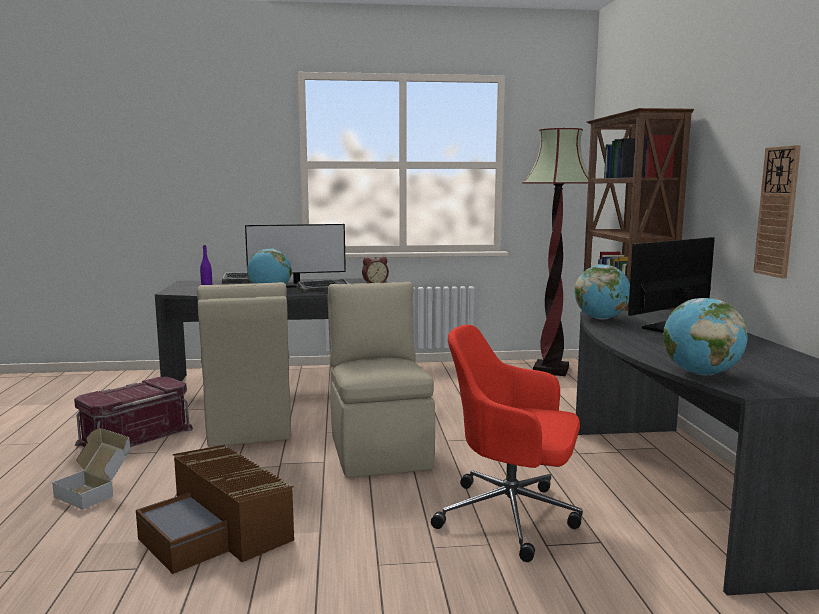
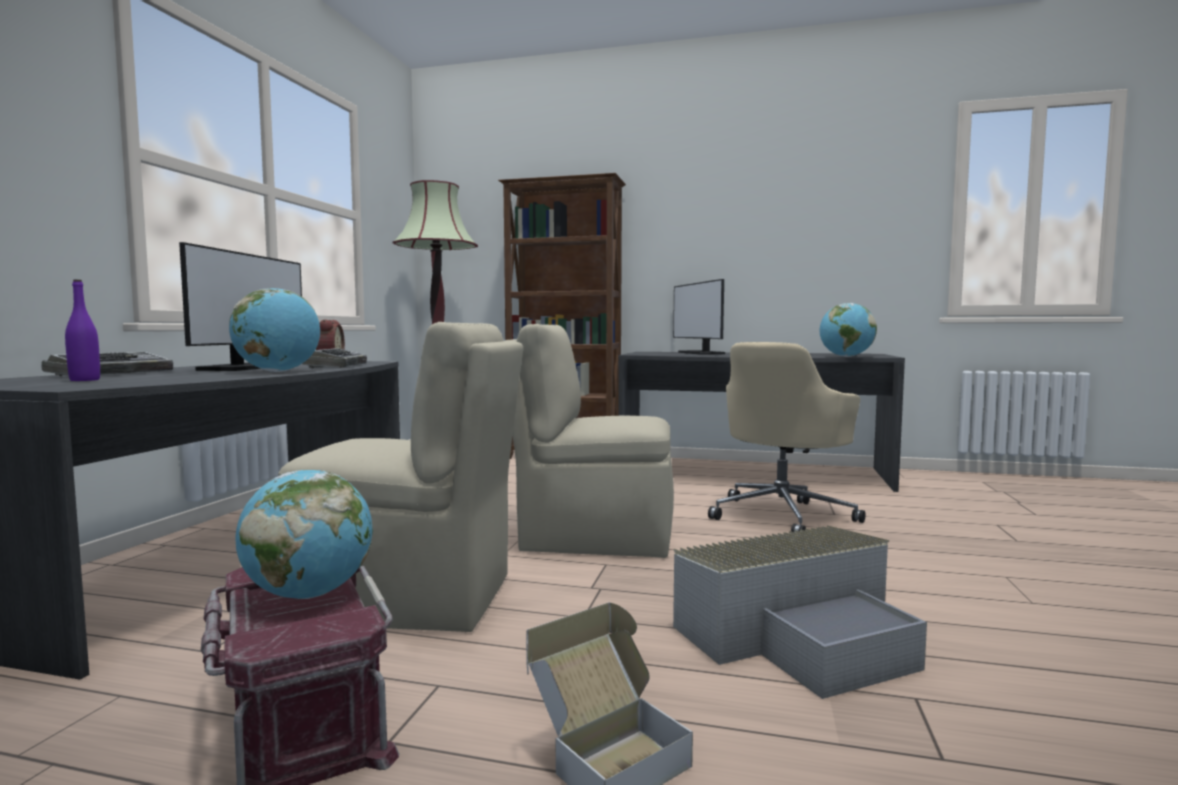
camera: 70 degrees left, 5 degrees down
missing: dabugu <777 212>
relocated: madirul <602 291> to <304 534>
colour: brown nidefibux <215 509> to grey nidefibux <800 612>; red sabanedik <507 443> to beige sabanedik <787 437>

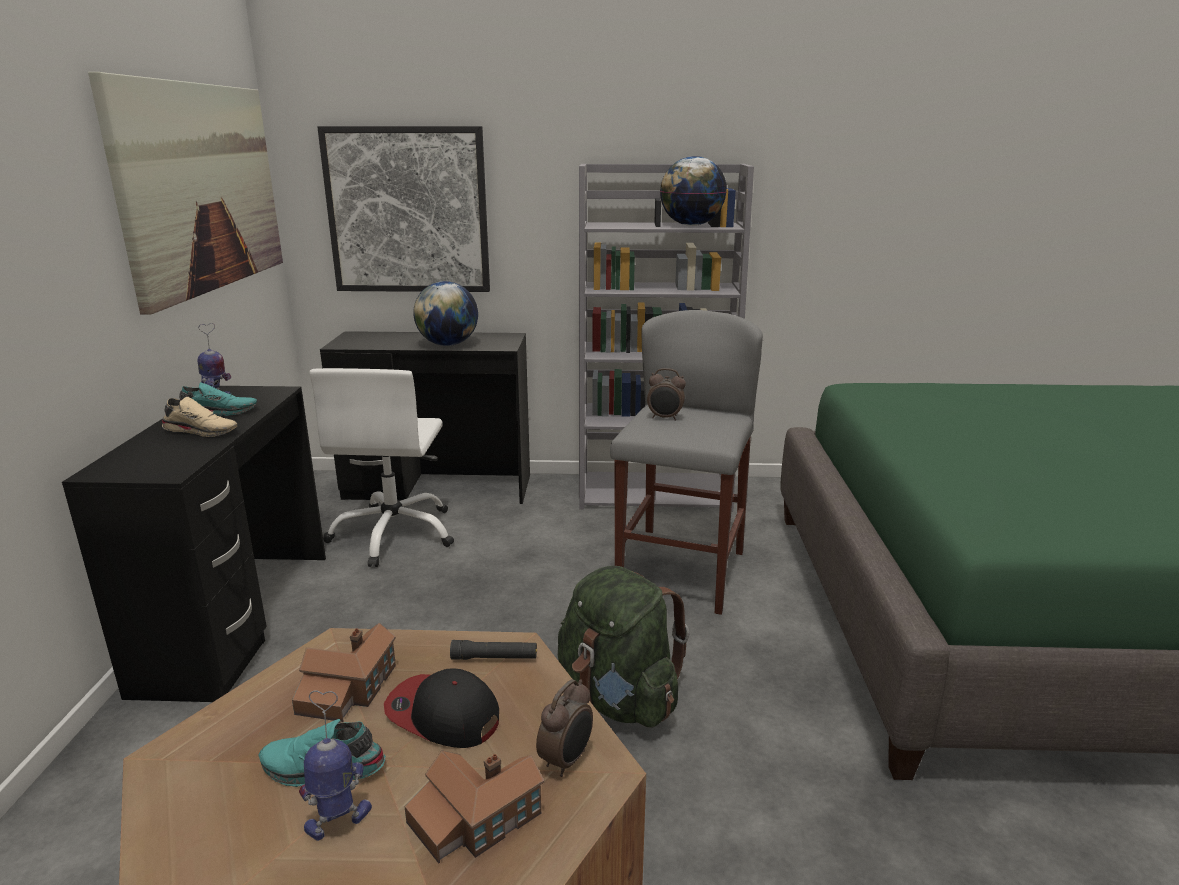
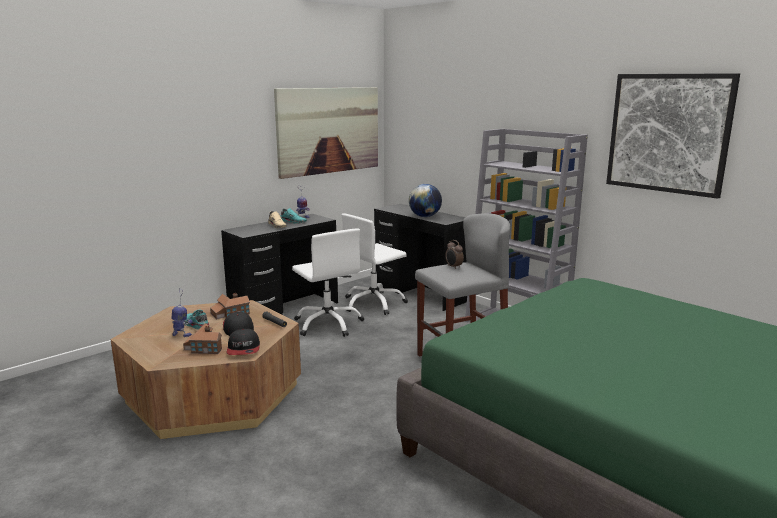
camera: 45 degrees right, 5 degrees down
missing: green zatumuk <623 647>; madirul <693 191>
appeared: white sabanedik <328 282>
relocated: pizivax <403 209> to <673 136>
exchanged: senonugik <564 728> to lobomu <243 342>

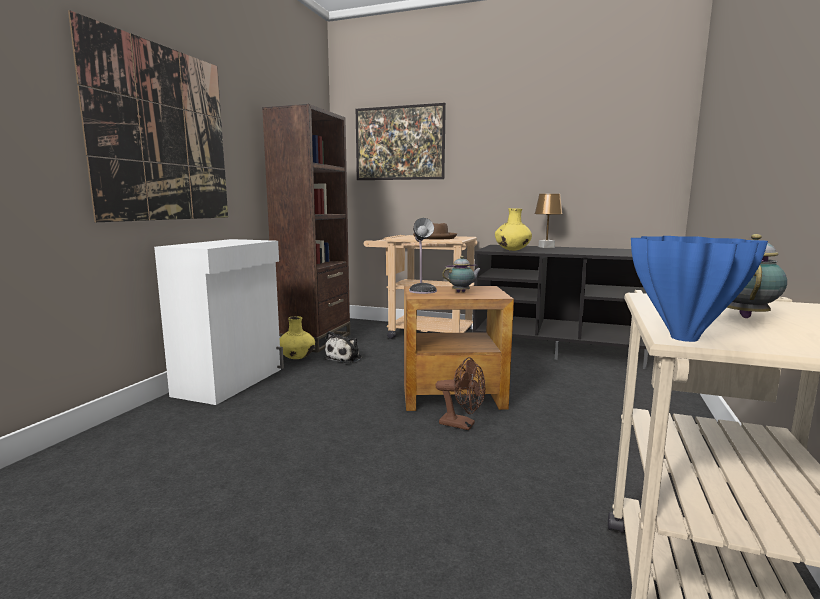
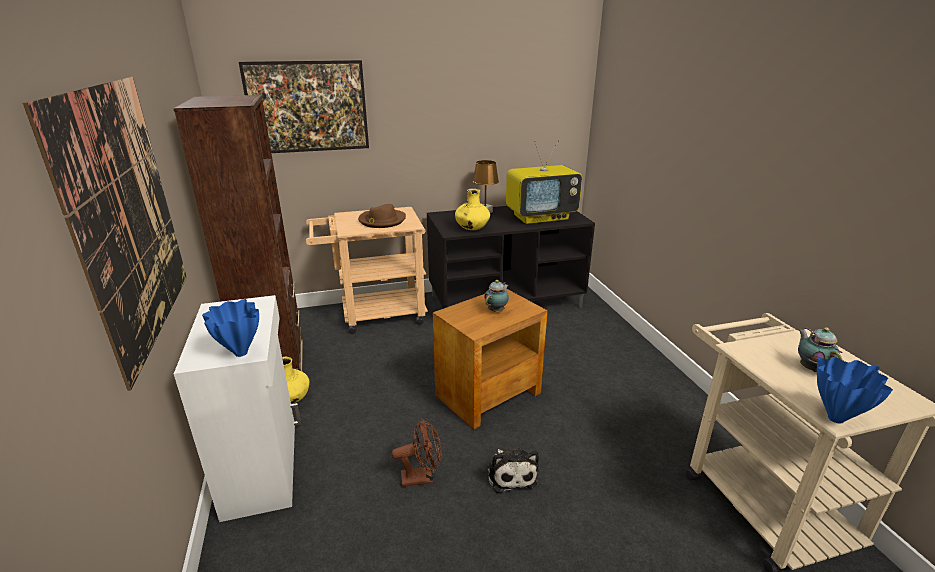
camera: 35 degrees left, 15 degrees up
missing: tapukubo <423 256>
appeared: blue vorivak <230 328>; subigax <544 182>
relocated: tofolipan <343 347> to <513 470>; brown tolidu <460 393> to <417 452>

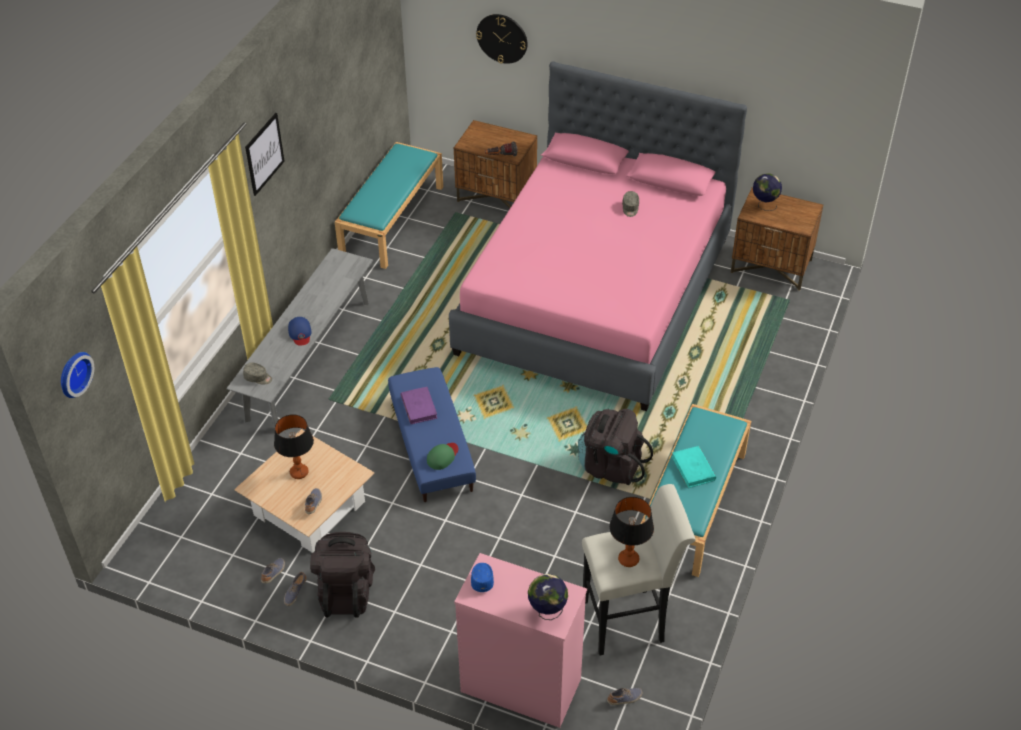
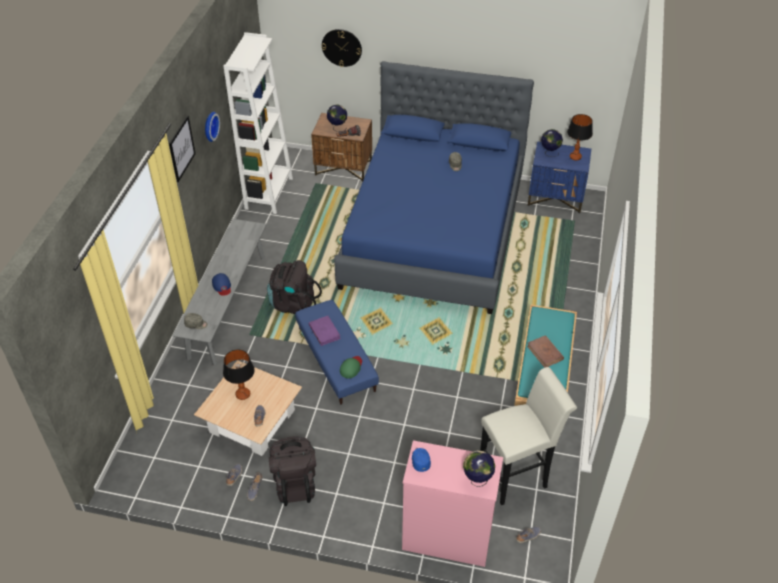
camera: 10 degrees left, 0 degrees up
appeared: madirul <337 118>
relocated: dabugu <77 375> to <212 127>; black zatumuk <615 447> to <294 287>; tapukubo <631 532> to <580 137>
exchanged: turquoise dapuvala <389 205> to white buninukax <258 123>
colour: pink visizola <598 236> to blue visizola <434 187>; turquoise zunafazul <694 467> to brown zunafazul <545 351>; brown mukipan <777 239> to blue mukipan <559 177>

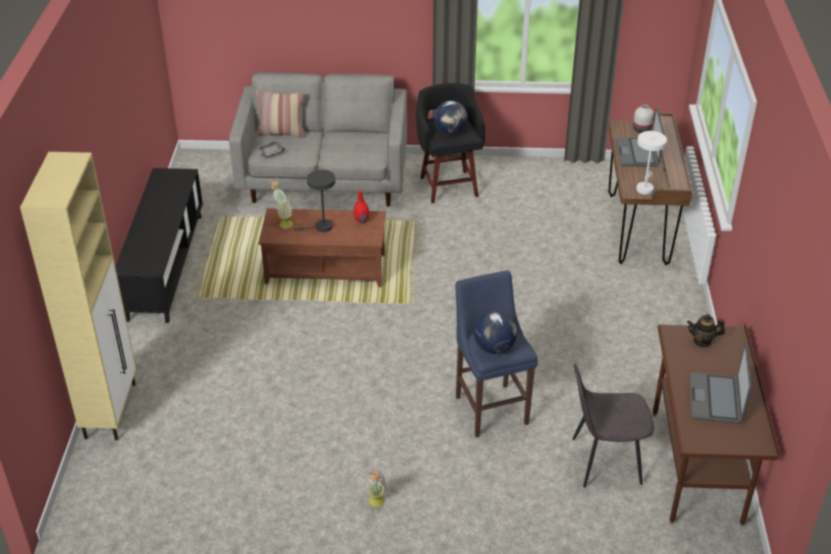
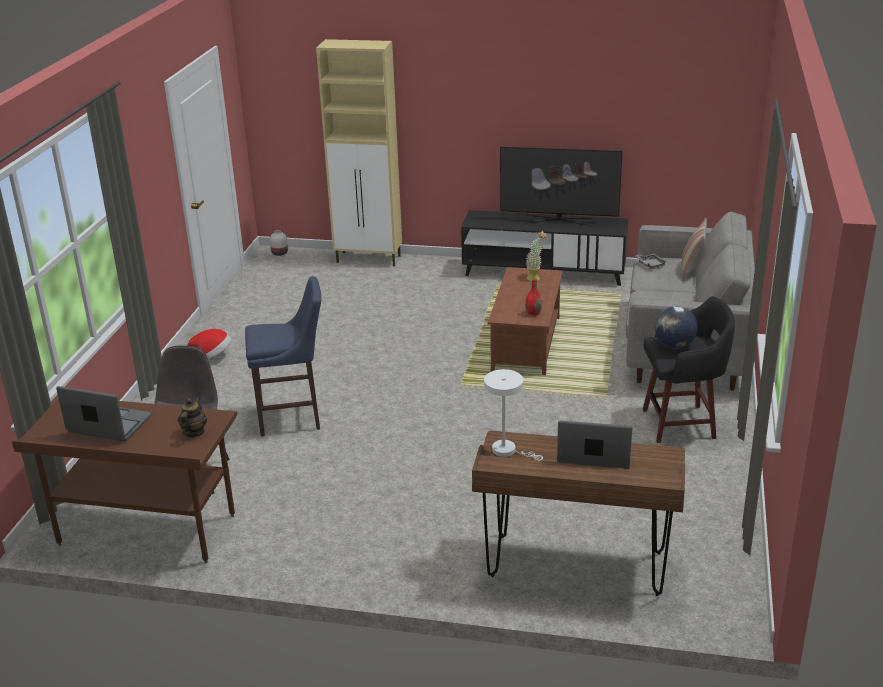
camera: 100 degrees right, 10 degrees down
missing: grey tapukubo <314 201>; madirul <495 332>
appeared: subigax <561 187>
relocated: white vorivak <643 119> to <279 243>
exchanged: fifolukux <376 488> to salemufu <209 344>

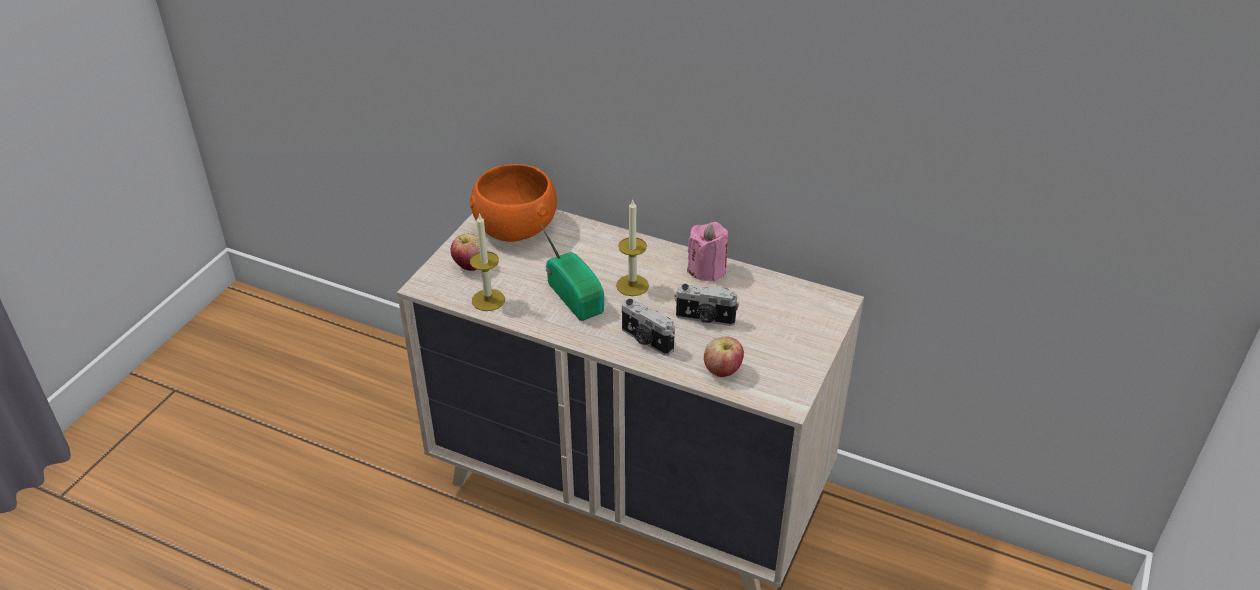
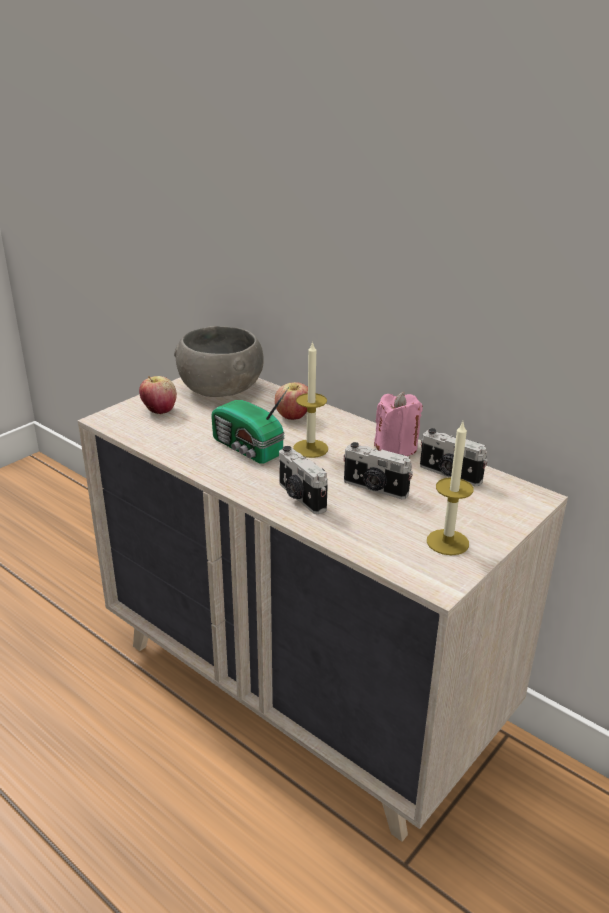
camera: 15 degrees right, 10 degrees down
appeared: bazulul <454 457>
relocated: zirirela <487 262> to <450 488>; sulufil <724 356> to <291 401>
colour: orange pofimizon <513 203> to grey pofimizon <219 361>
spun: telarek <572 273> = <250 425> 150 degrees clockwise

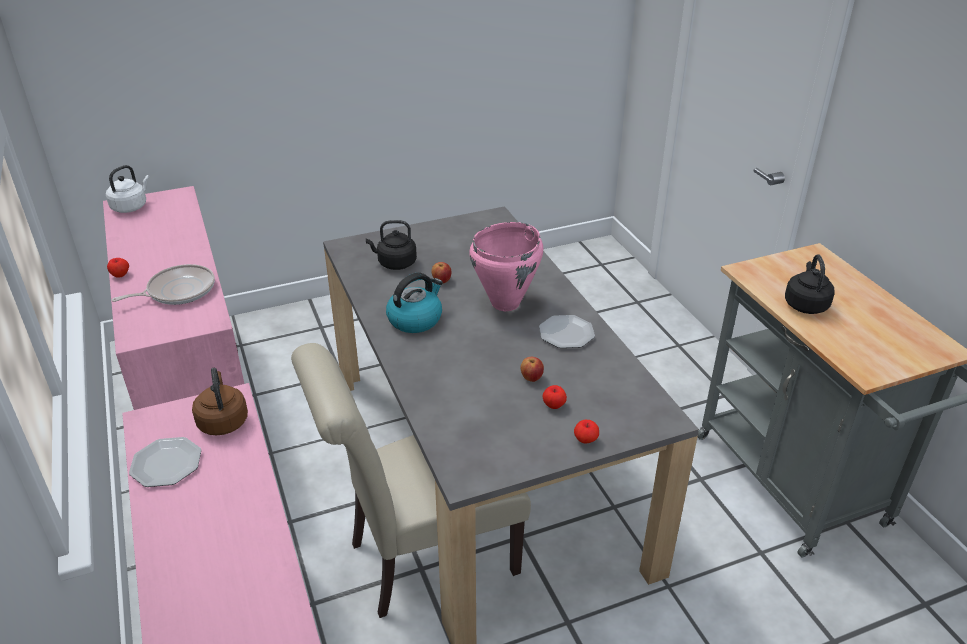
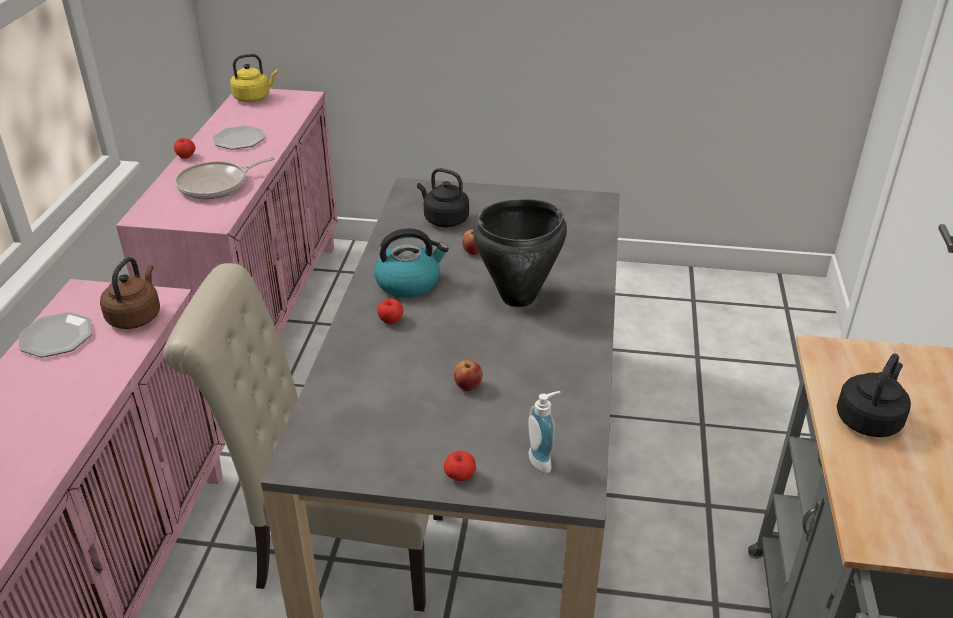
camera: 30 degrees right, 0 degrees up
appeared: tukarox <544 432>
relocated: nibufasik <567 331> to <239 138>; sulufil <555 397> to <390 311>
colour: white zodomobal <127 189> to yellow zodomobal <254 78>; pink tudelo <506 266> to black tudelo <520 253>
spun: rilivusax <163 284> = <225 178> 150 degrees clockwise

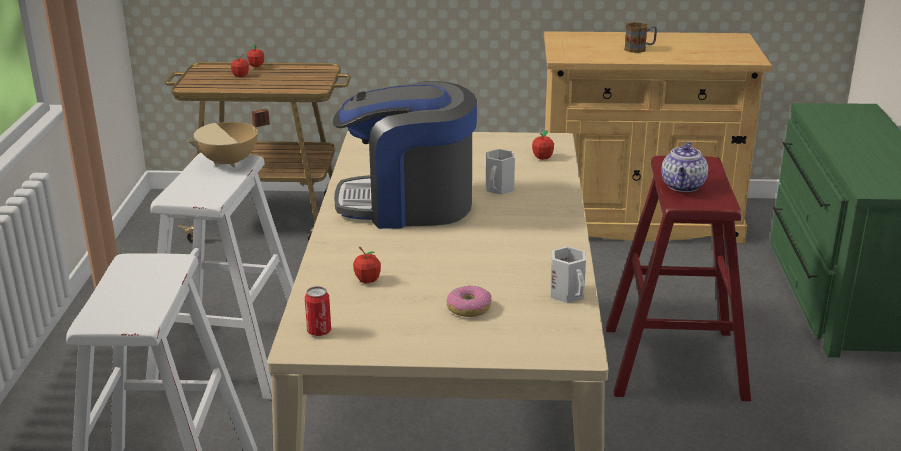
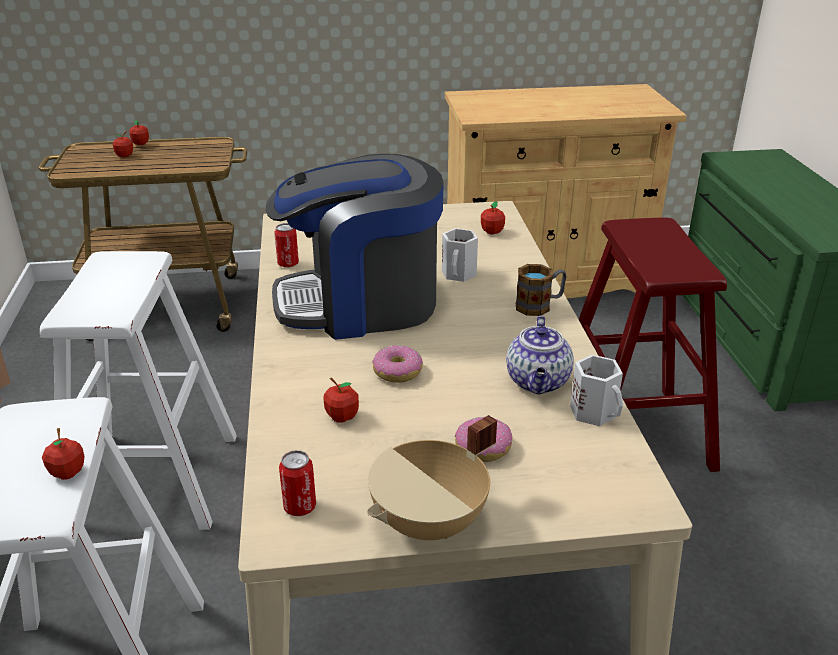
camera: 10 degrees left, 5 degrees up
appeared: sulufil <63 454>; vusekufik <286 245>; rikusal <397 364>
relocated: beige tudelo <228 138> to <432 477>; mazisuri <640 37> to <541 290>; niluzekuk <684 167> to <540 355>

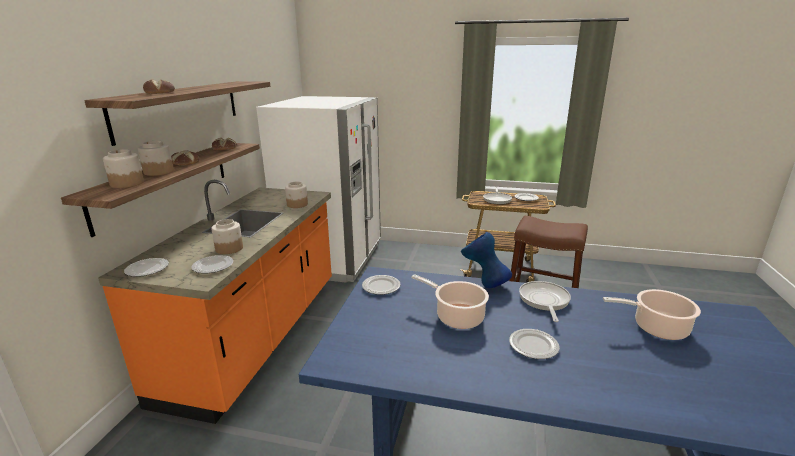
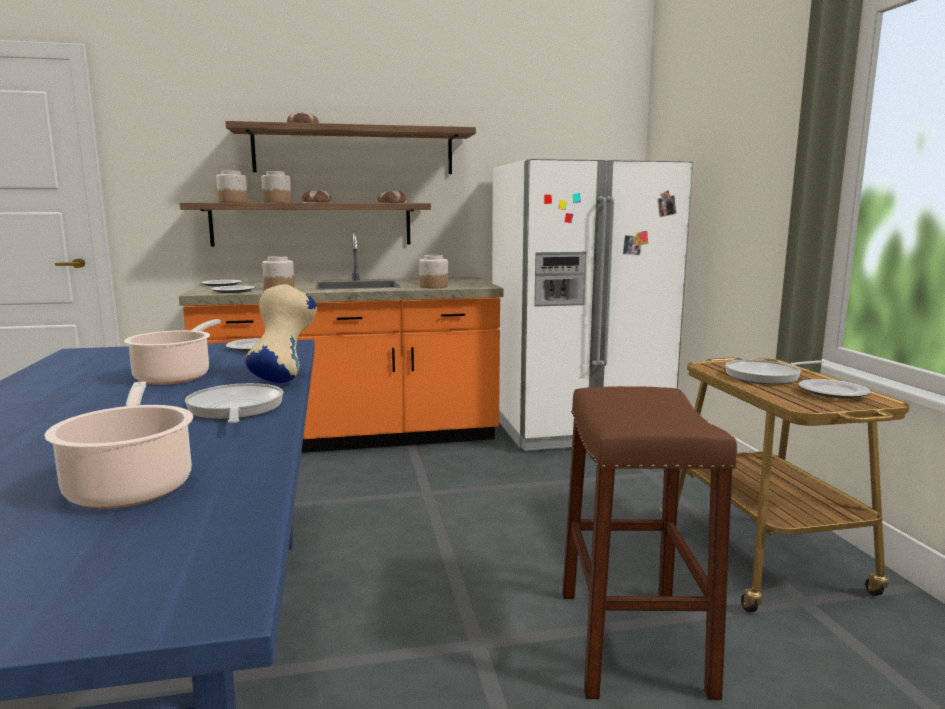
camera: 65 degrees right, 10 degrees down
missing: nibufasik <534 344>
colour: blue vorivak <486 260> to beige vorivak <281 333>
spun: rilivusax <545 301> = <234 403> 90 degrees counterclockwise

